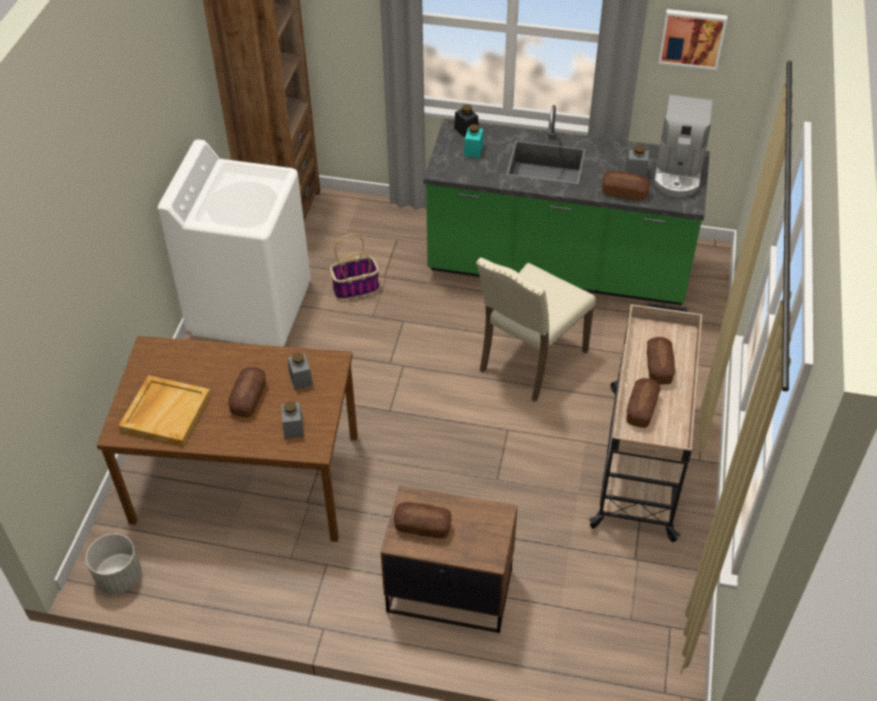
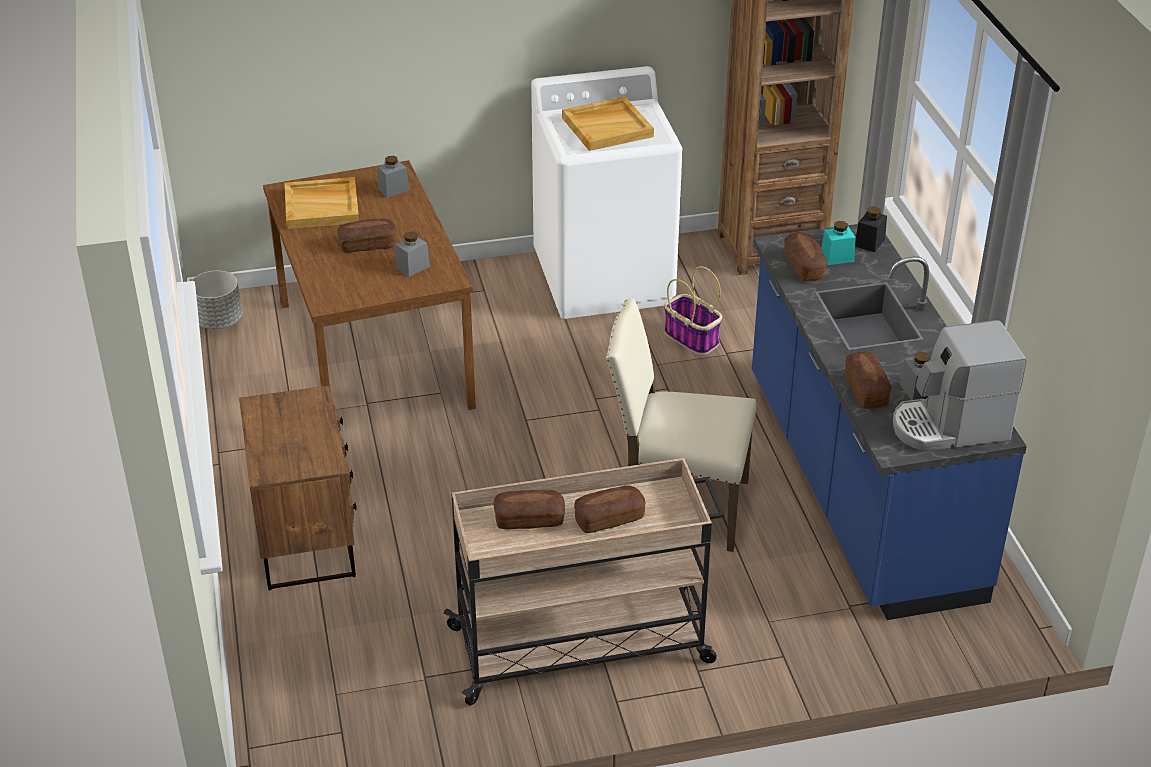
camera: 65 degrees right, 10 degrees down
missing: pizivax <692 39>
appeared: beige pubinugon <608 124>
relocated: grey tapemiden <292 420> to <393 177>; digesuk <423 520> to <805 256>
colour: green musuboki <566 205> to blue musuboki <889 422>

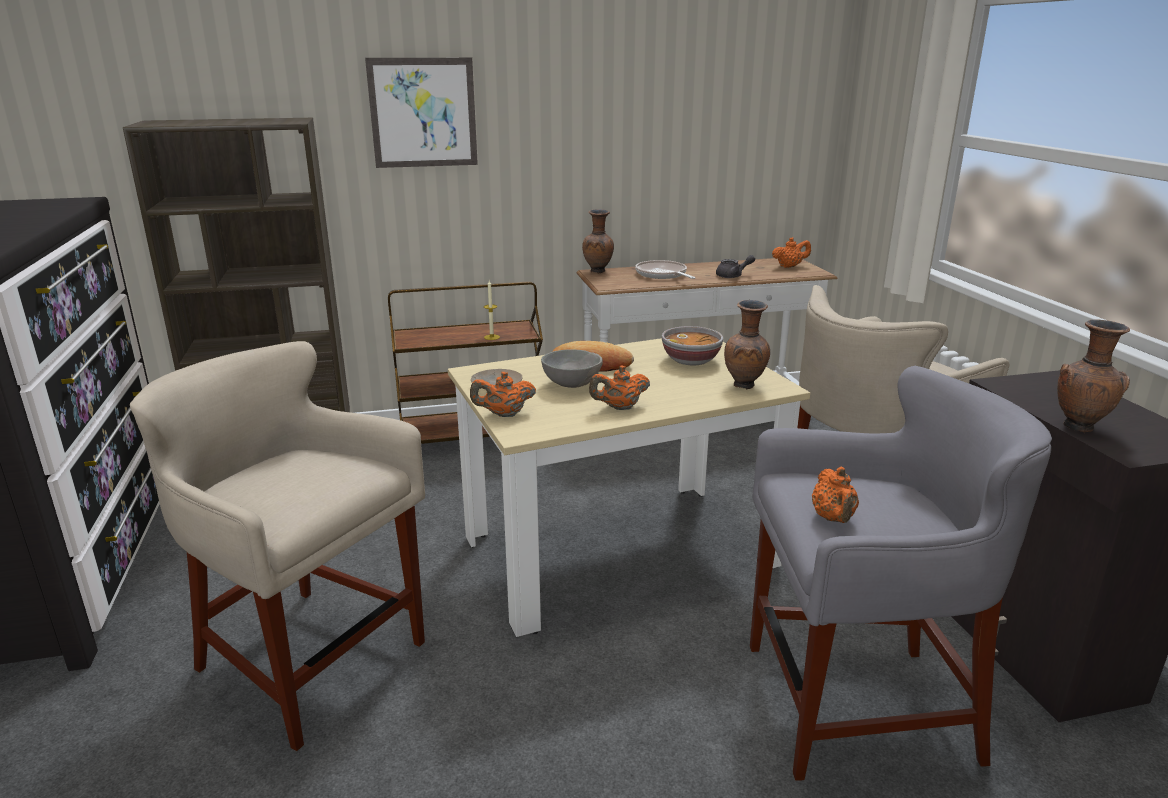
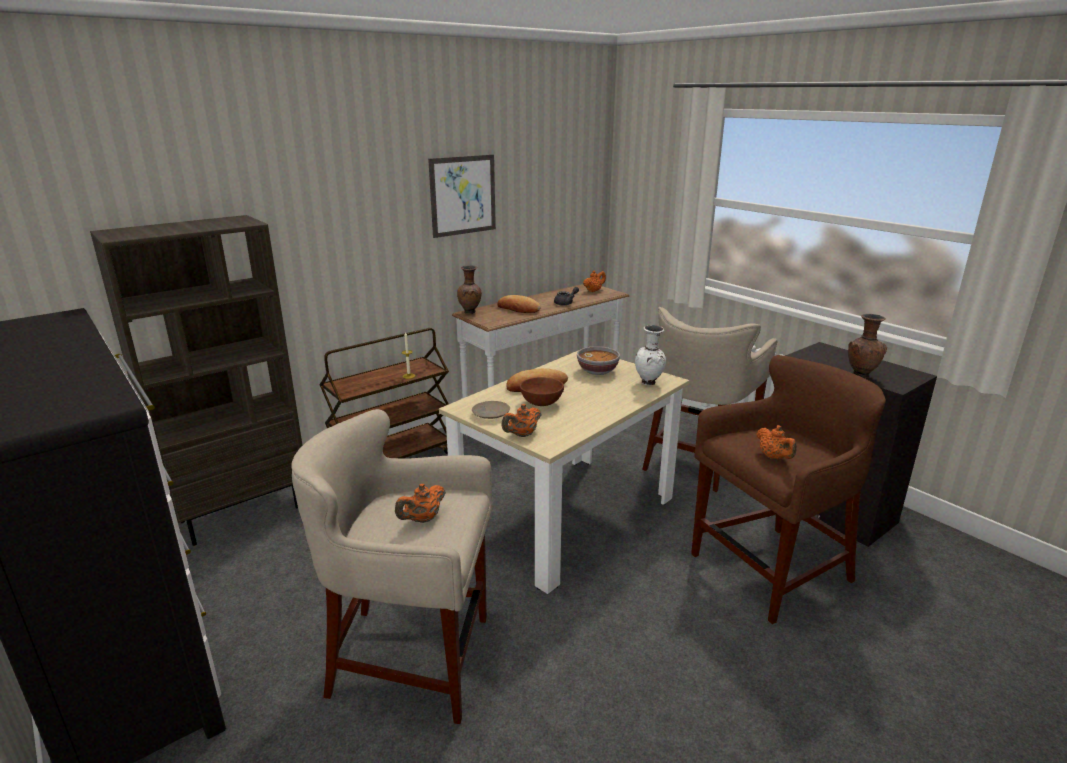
camera: 25 degrees left, 0 degrees up
relocated: pizivax <421 113> to <462 196>; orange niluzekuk <619 387> to <420 503>
exchanged: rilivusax <665 269> to digesuk <519 304>
colour: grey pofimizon <572 369> to brown pofimizon <542 391>; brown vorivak <747 345> to white vorivak <650 355>; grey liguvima <901 573> to brown liguvima <788 489>

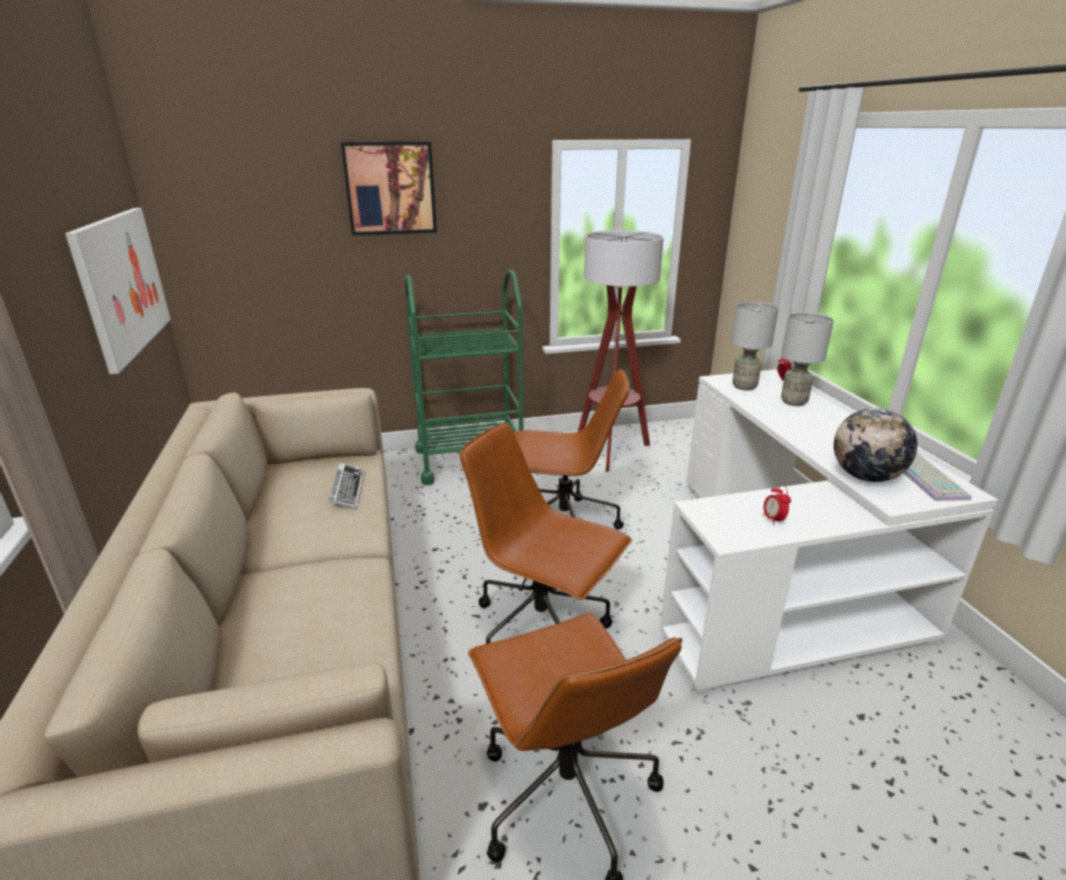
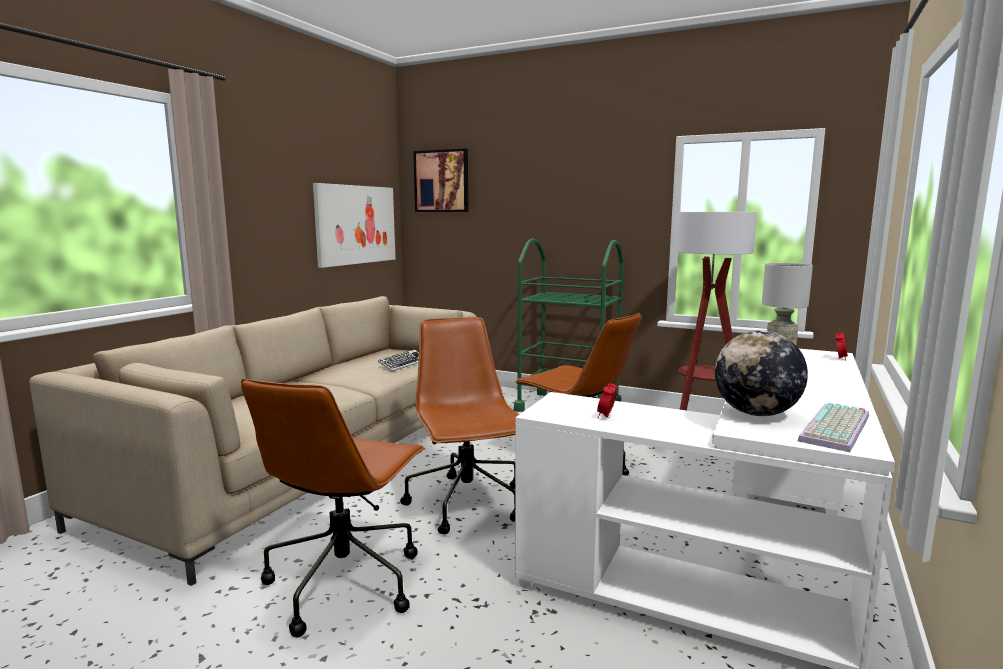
camera: 40 degrees right, 15 degrees down
missing: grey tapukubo <807 359>
relocated: pizivax <389 188> to <440 180>

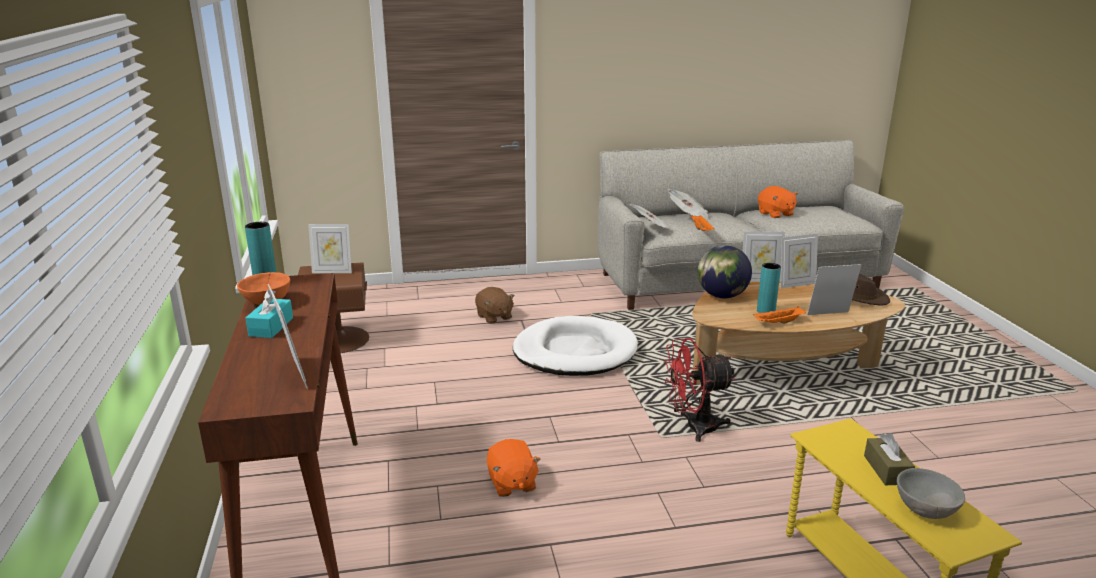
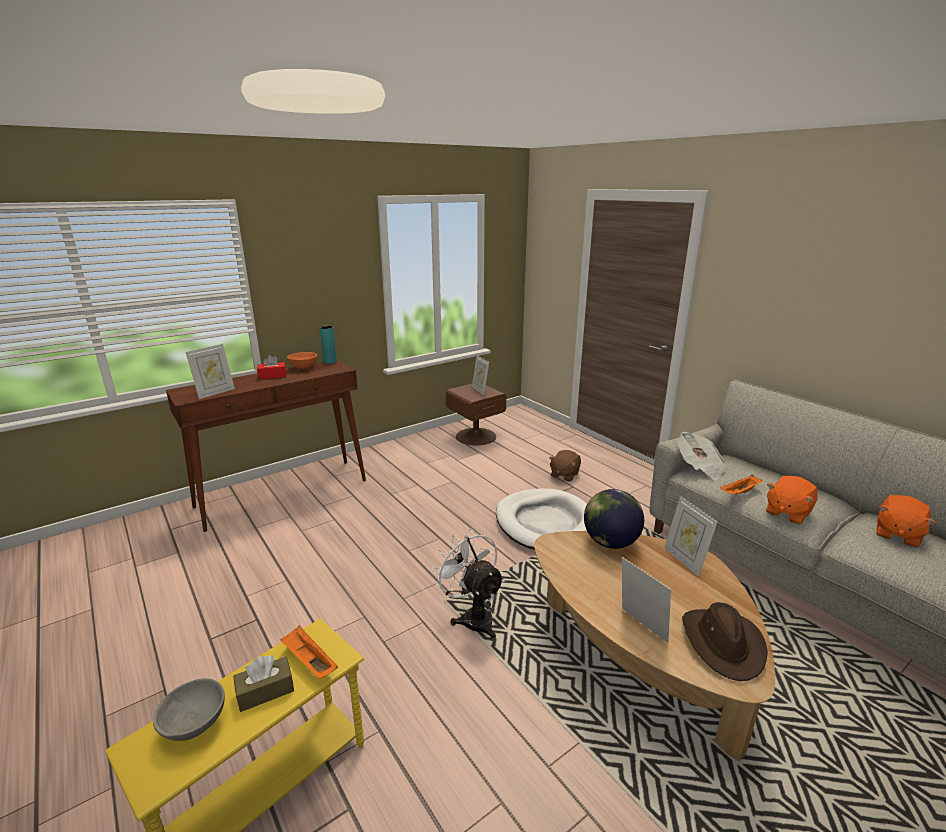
camera: 65 degrees right, 0 degrees up
missing: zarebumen <688 205>; turquoise vorivak <769 288>; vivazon <799 260>
relocated: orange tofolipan <514 468> to <792 500>; orange pubinugon <779 315> to <309 652>
colour: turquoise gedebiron <269 314> to red gedebiron <271 367>; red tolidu <700 390> to white tolidu <468 584>

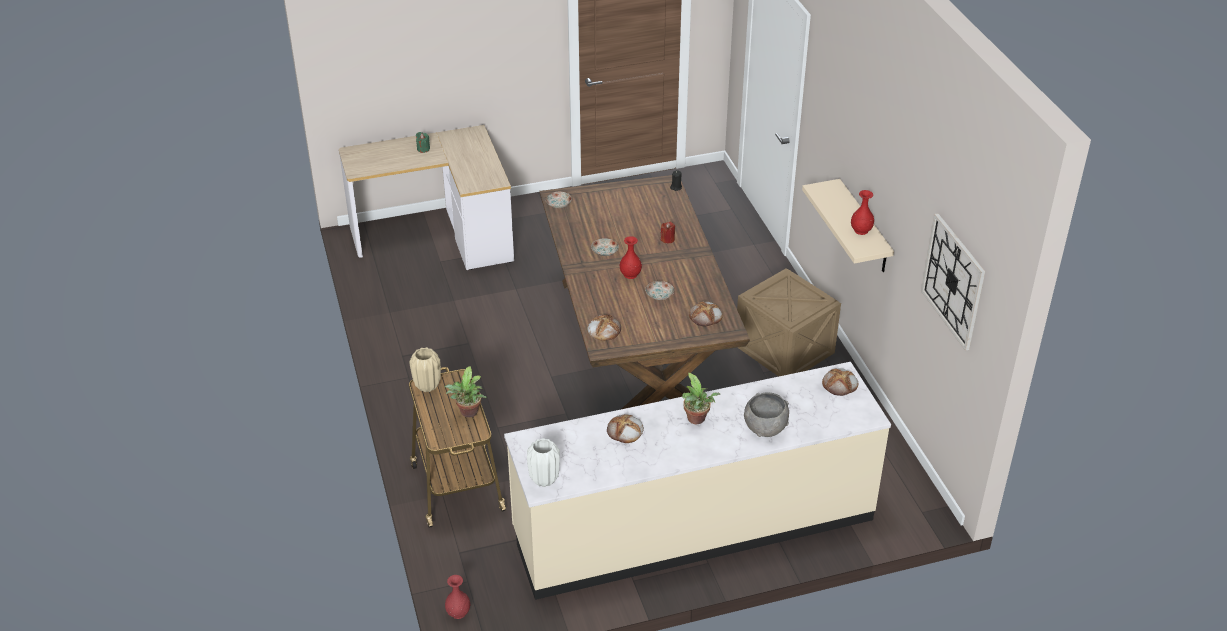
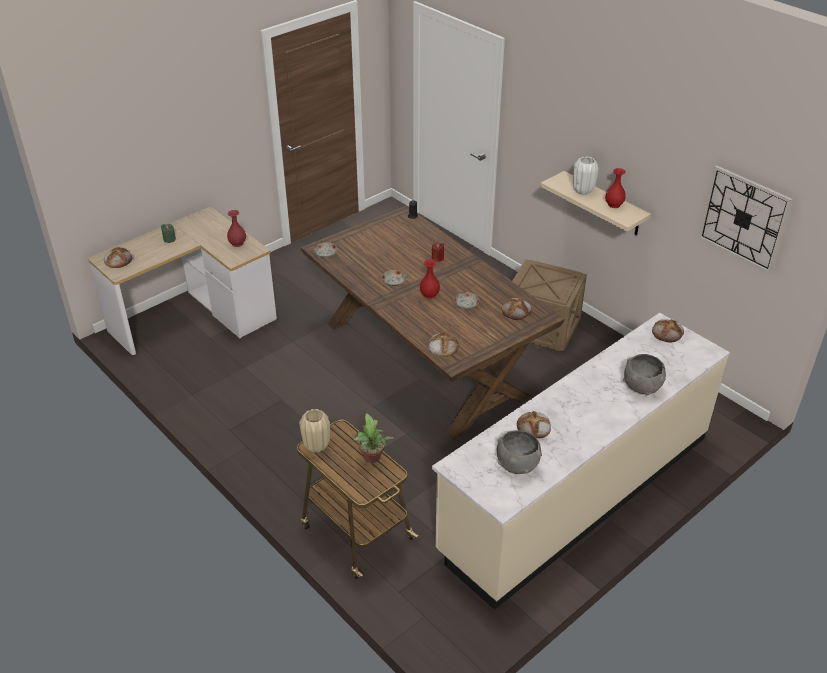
camera: 25 degrees left, 0 degrees up
missing: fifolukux <701 398>
appeared: digesuk <118 257>; grey pofimizon <519 452>
relocated: red vorivak <457 597> to <236 228>; white vorivak <543 462> to <586 175>

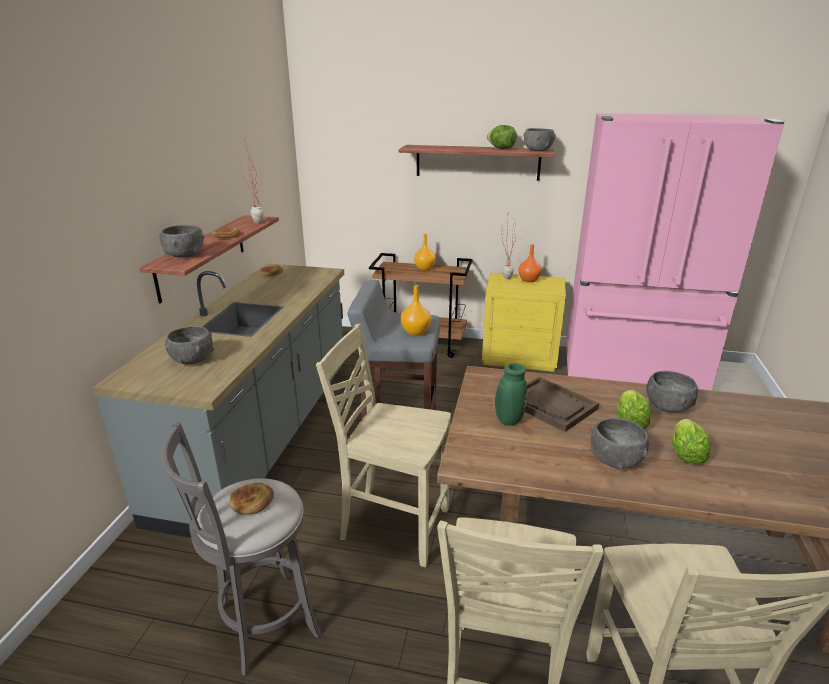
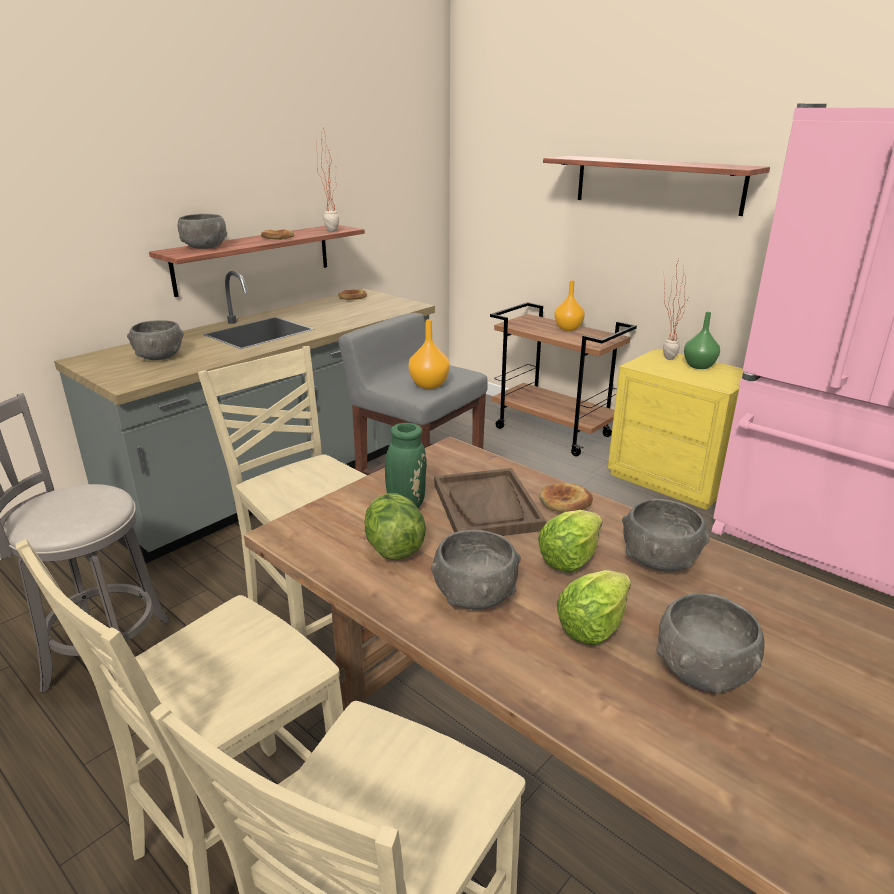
camera: 30 degrees right, 0 degrees up
relocated: digesuk <252 499> to <566 498>; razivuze <502 137> to <395 527>; grey pofimizon <539 139> to <710 643>
colour: orange vorivak <530 263> to green vorivak <702 340>

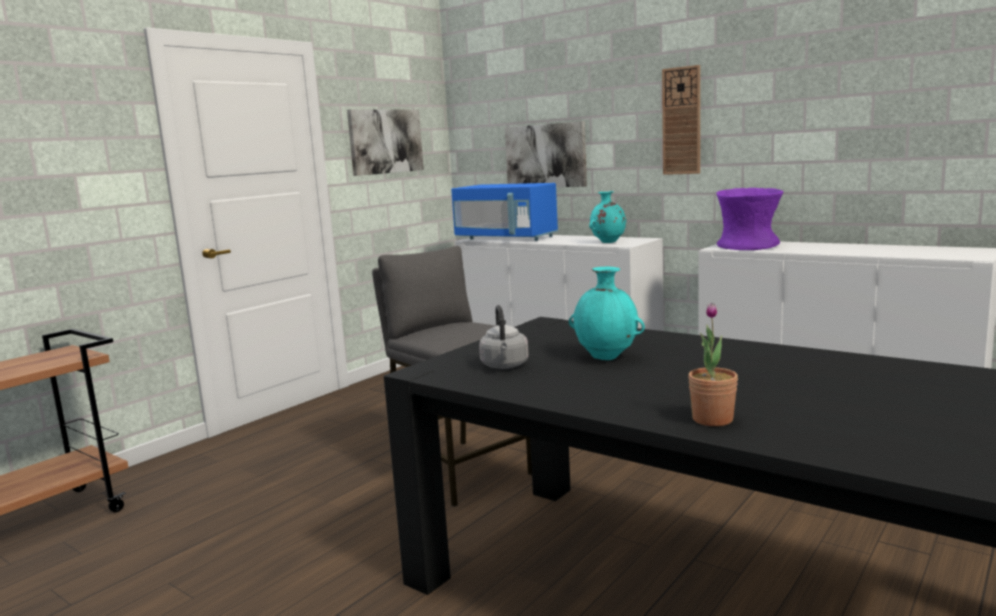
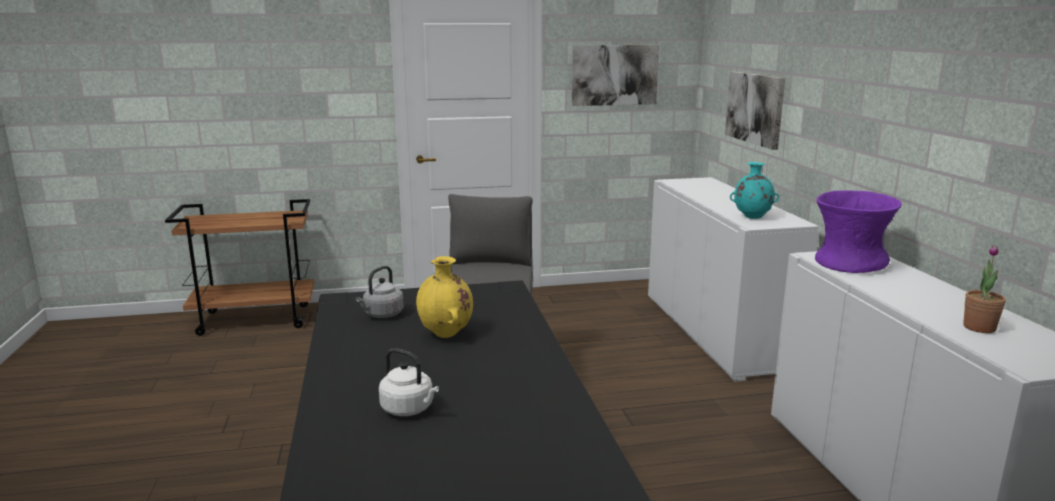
camera: 40 degrees right, 5 degrees up
missing: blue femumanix <504 212>; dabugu <681 120>
appeared: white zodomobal <409 382>
relocated: fifolukux <713 364> to <984 289>
colour: turquoise vorivak <607 313> to yellow vorivak <444 297>

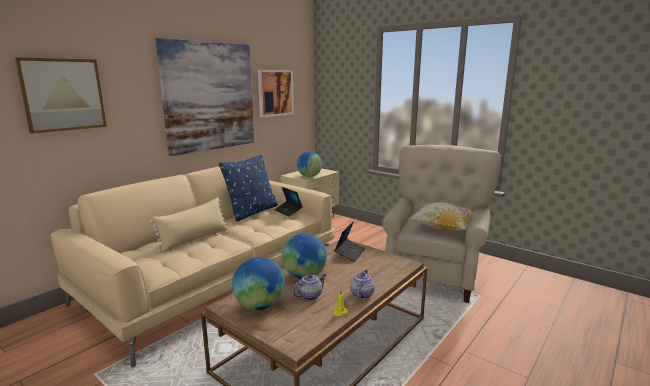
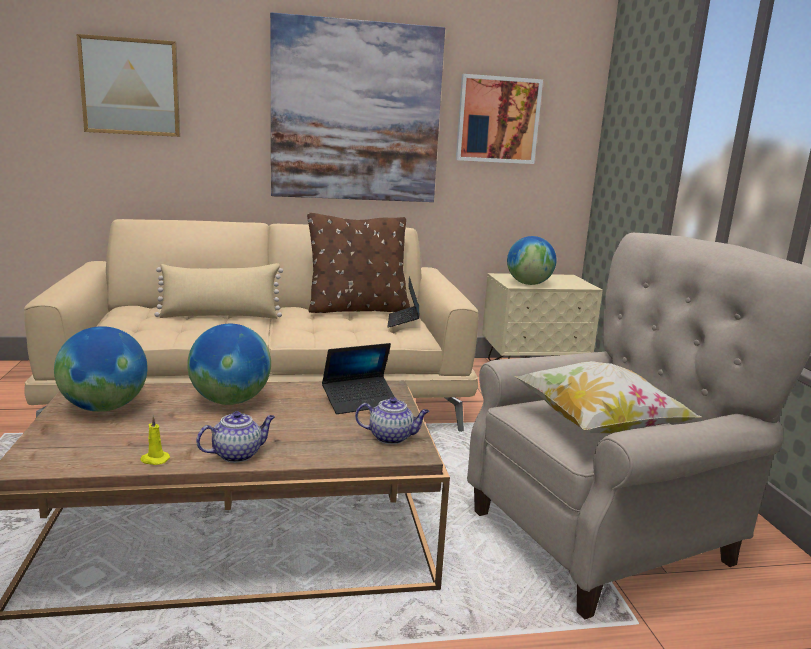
camera: 40 degrees right, 0 degrees up
relocated: niluzekuk <309 287> to <392 420>
colour: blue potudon <248 188> to brown potudon <358 263>

